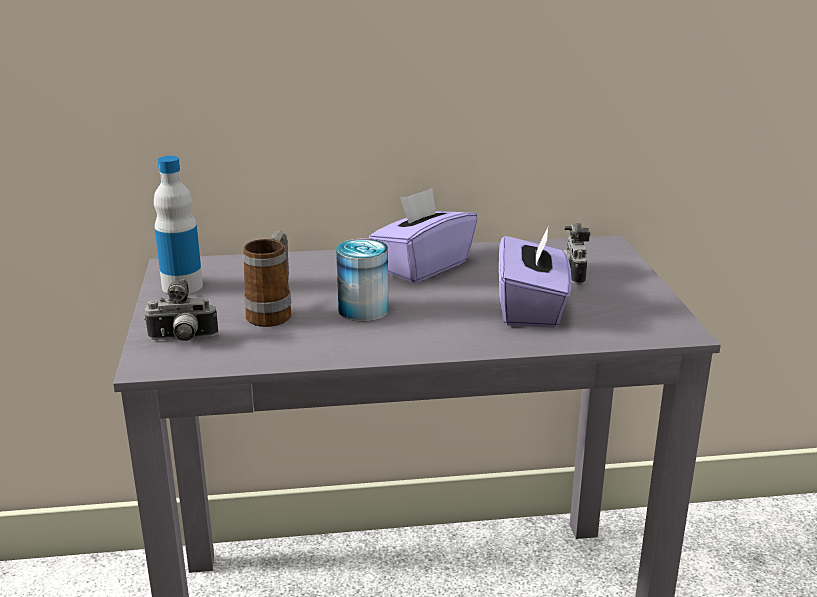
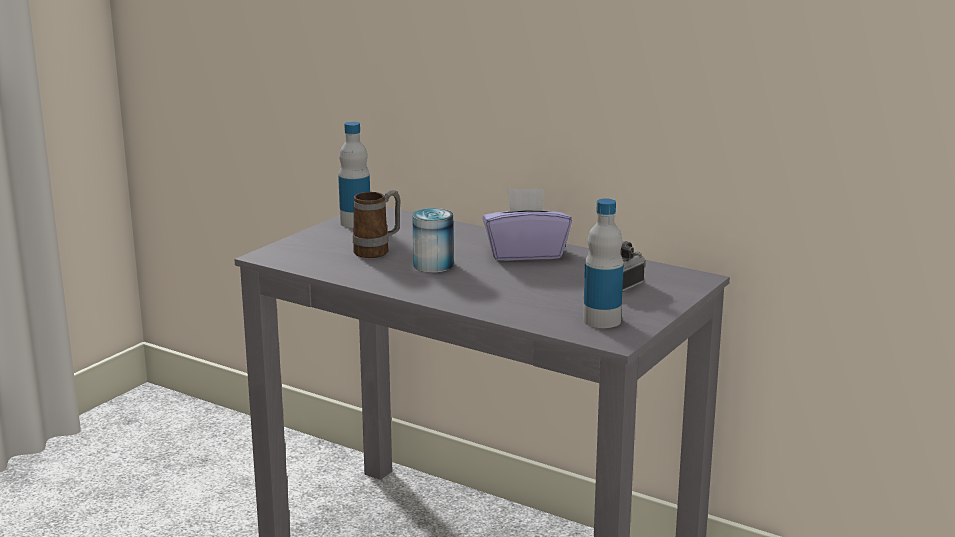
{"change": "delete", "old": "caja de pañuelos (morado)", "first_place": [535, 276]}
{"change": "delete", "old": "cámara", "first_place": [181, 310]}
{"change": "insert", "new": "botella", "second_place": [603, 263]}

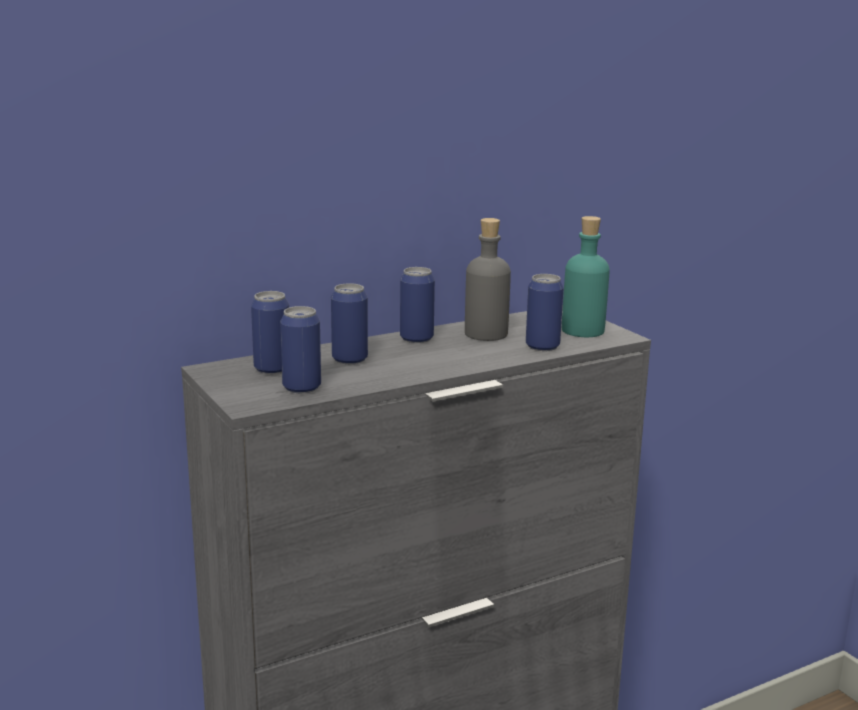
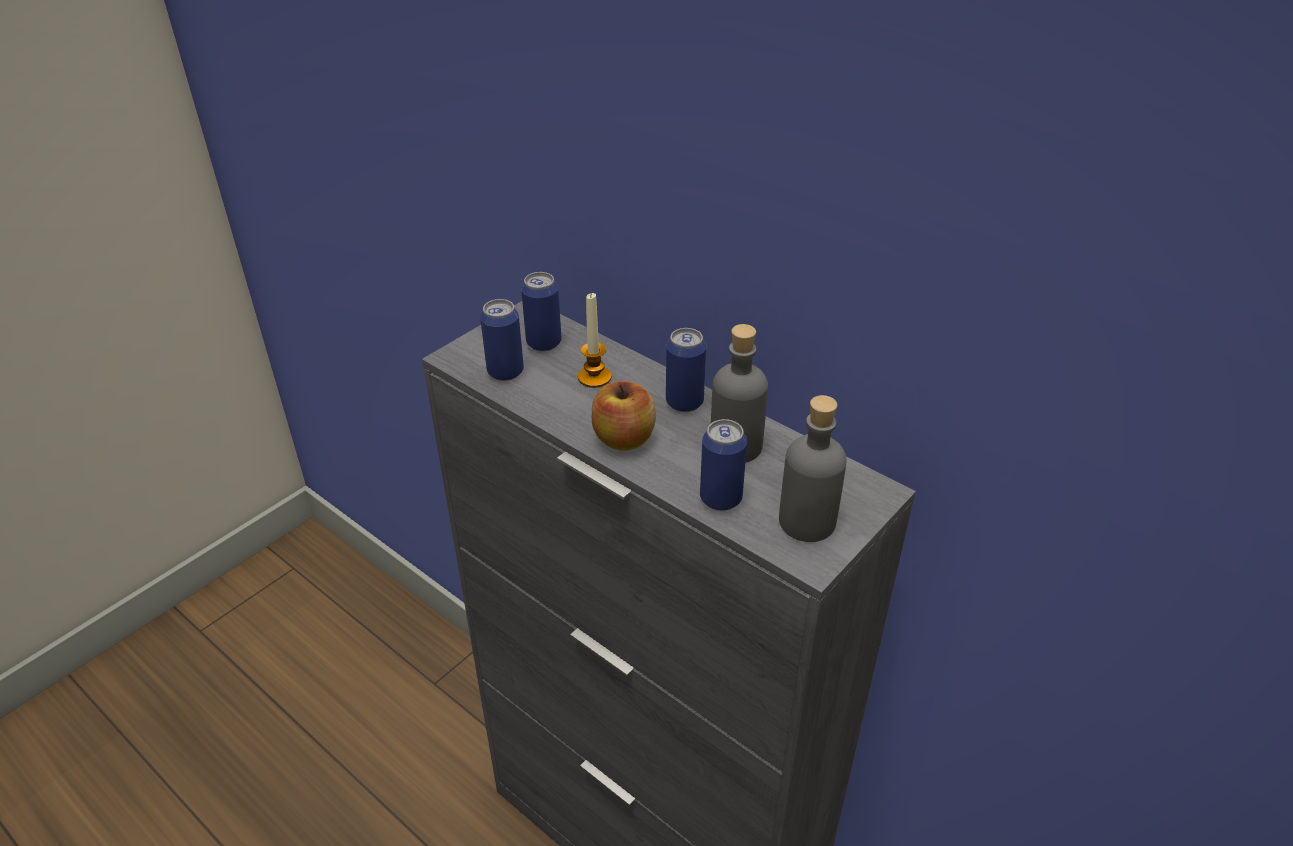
{"change": "recolor", "old": "botella (turquesa)", "new": "botella (gris)", "first_place": [586, 276], "second_place": [813, 468]}
{"change": "replace", "old": "lata", "new": "vela", "first_place": [349, 323], "second_place": [594, 340]}
{"change": "insert", "new": "manzana", "second_place": [624, 416]}

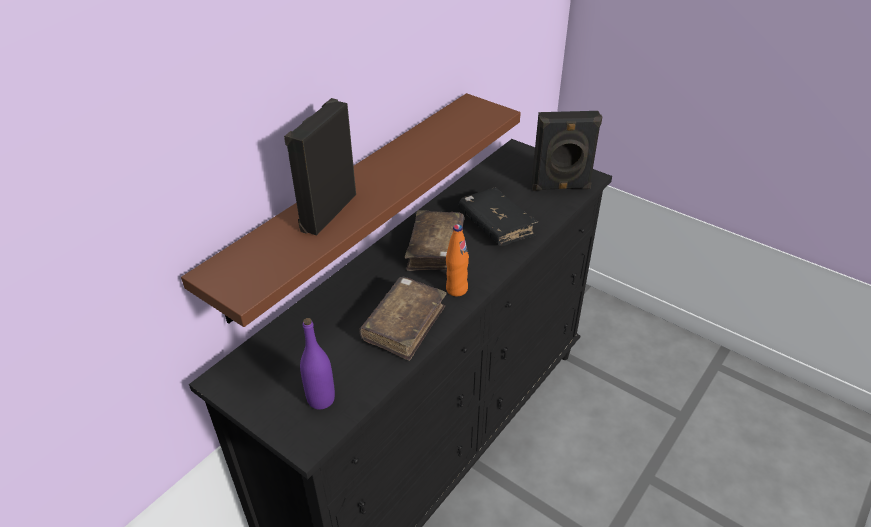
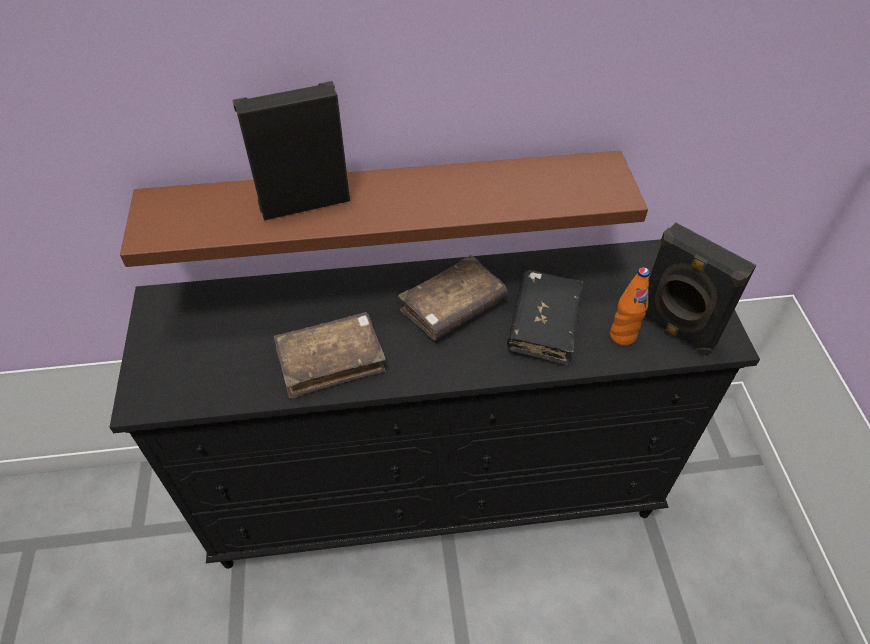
{"change": "move", "old": "botella (naranja)", "first_place": [457, 260], "second_place": [630, 306]}
{"change": "delete", "old": "botella (morado)", "first_place": [317, 363]}

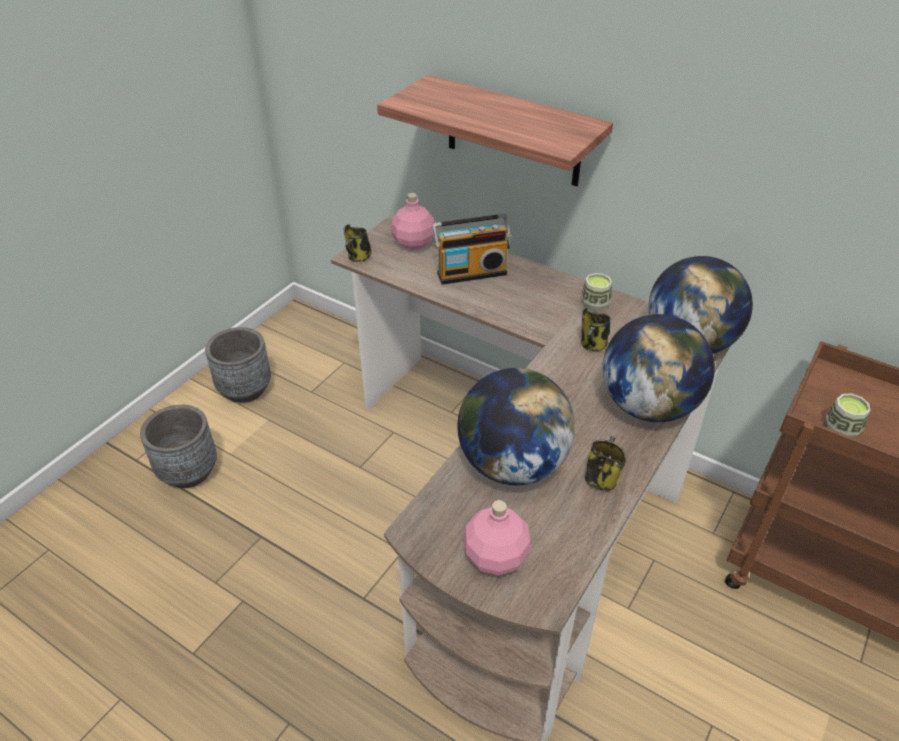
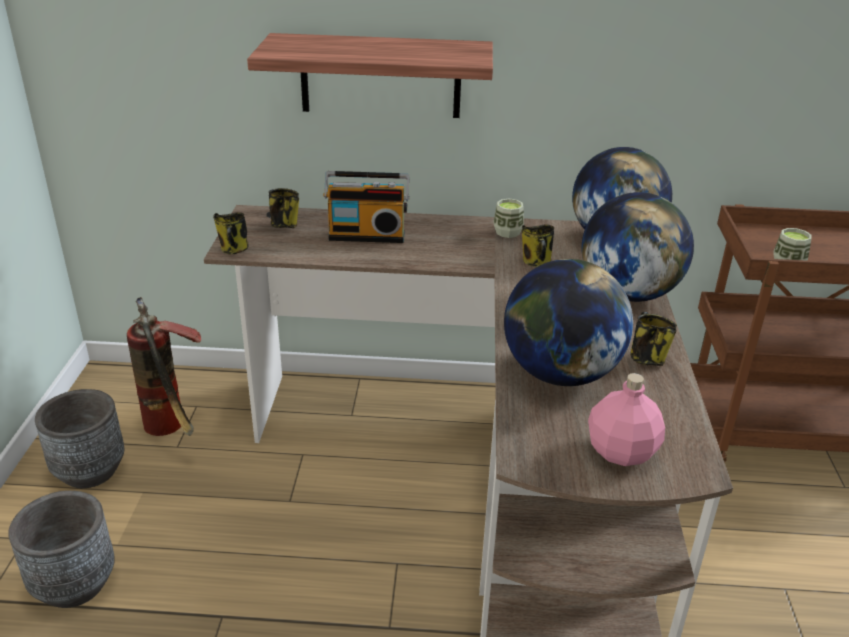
{"change": "replace", "old": "botella (rosa)", "new": "taza grande", "first_place": [413, 221], "second_place": [284, 208]}
{"change": "rotate", "old": "radio", "first_place": [471, 249], "second_place": [366, 207], "degrees": 45}
{"change": "insert", "new": "extintor", "second_place": [164, 366]}

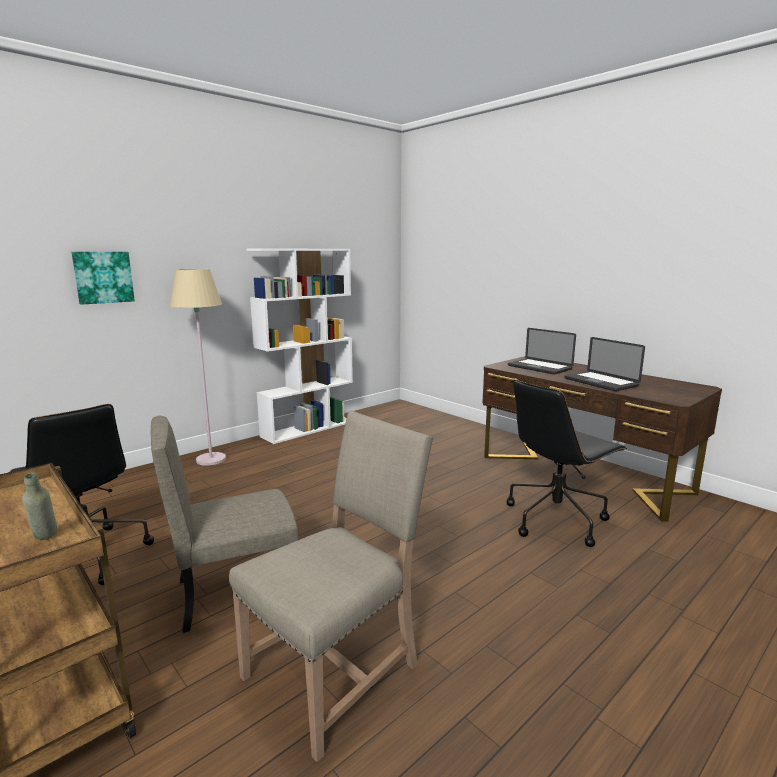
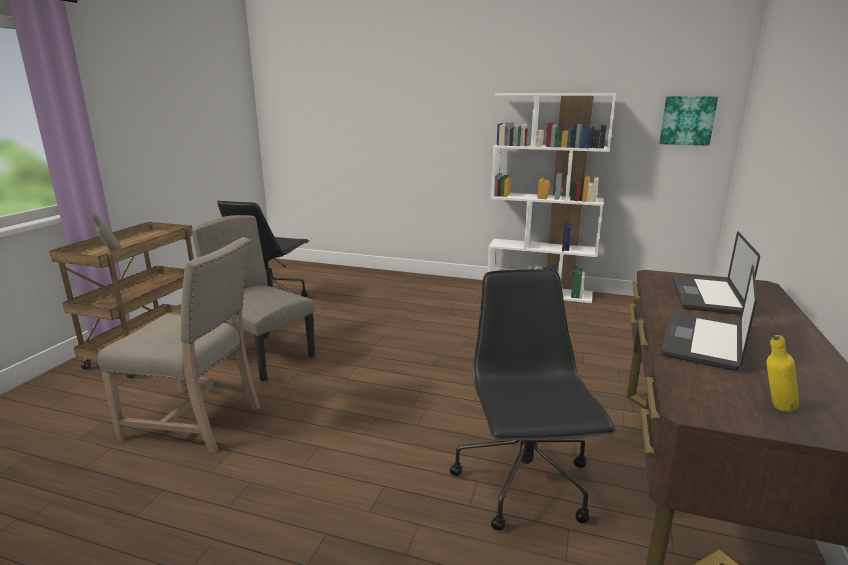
{"change": "move", "old": "cuadro", "first_place": [103, 278], "second_place": [688, 121]}
{"change": "delete", "old": "lámpara de pie (beis)", "first_place": [198, 367]}
{"change": "rotate", "old": "silla de oficina (negro)", "first_place": [567, 463], "second_place": [533, 400], "degrees": 60}
{"change": "insert", "new": "botella (amarillo)", "second_place": [782, 373]}

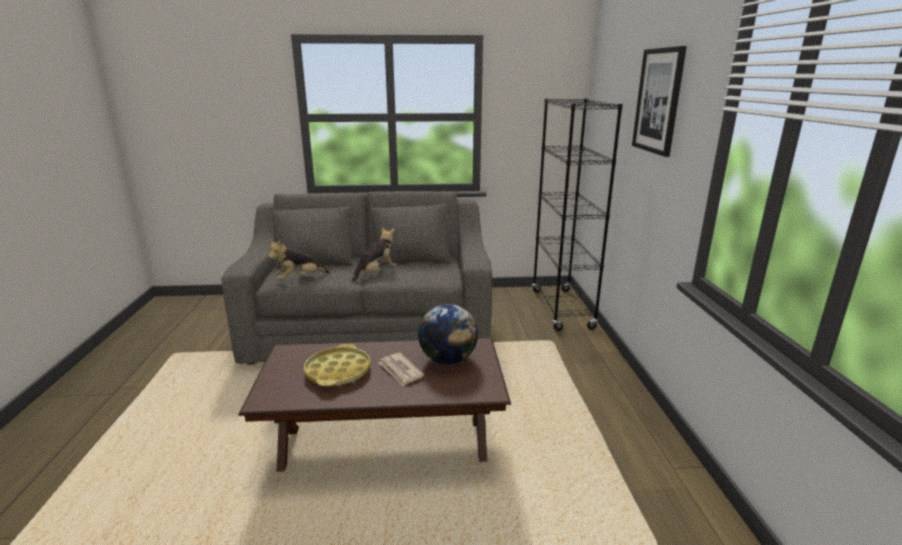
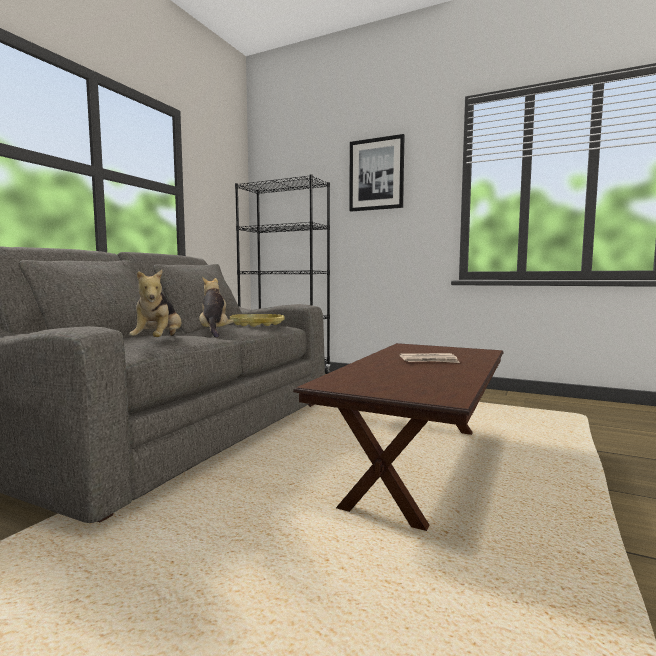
{"change": "delete", "old": "globo terráqueo", "first_place": [448, 334]}
{"change": "move", "old": "bandeja (amarillo)", "first_place": [337, 365], "second_place": [257, 320]}

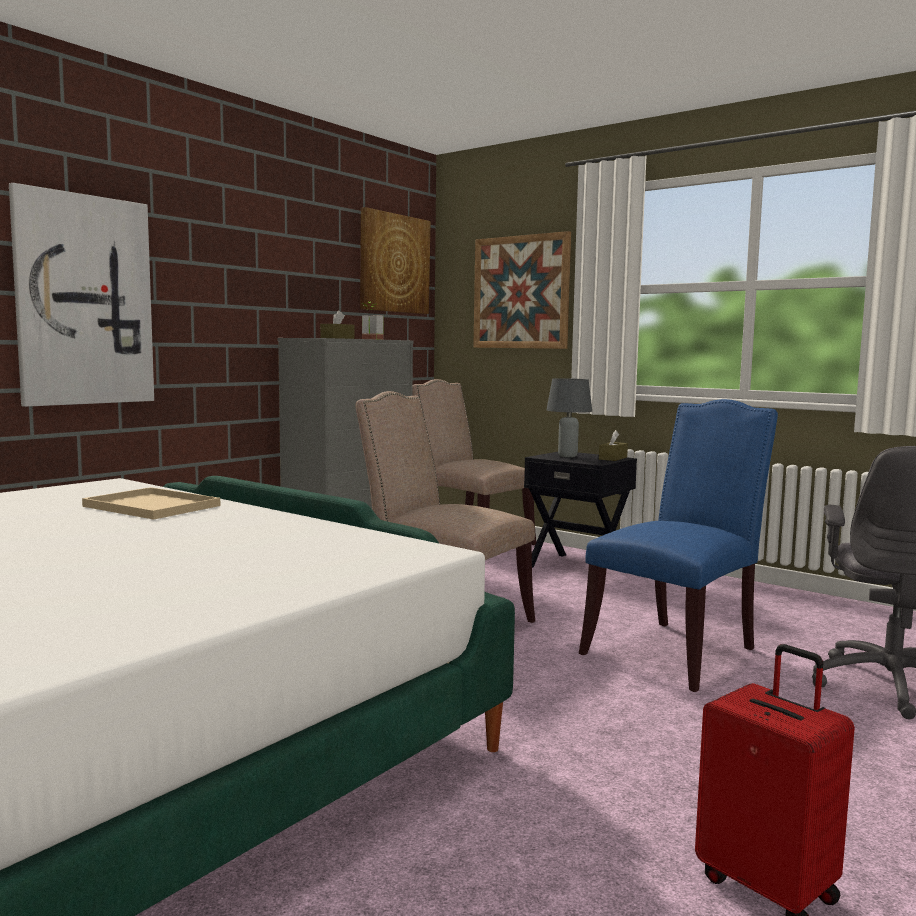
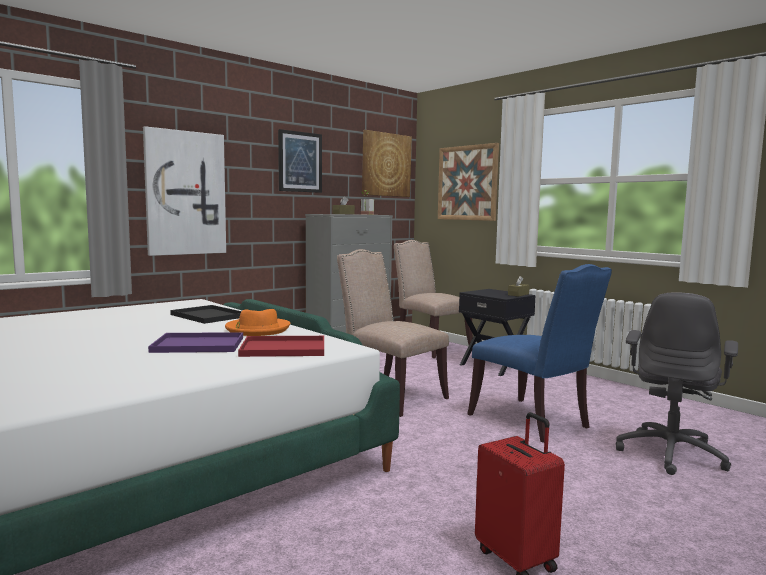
{"change": "delete", "old": "lámpara de mesa (gris)", "first_place": [569, 418]}
{"change": "rotate", "old": "silla (azul)", "first_place": [678, 545], "second_place": [539, 353], "degrees": 90}
{"change": "recolor", "old": "bandeja (beis)", "new": "bandeja (negro)", "first_place": [151, 503], "second_place": [206, 314]}
{"change": "insert", "new": "cuadro", "second_place": [300, 161]}
{"change": "insert", "new": "sombrero (naranja)", "second_place": [257, 322]}
{"change": "insert", "new": "bandeja (morado)", "second_place": [195, 342]}
{"change": "insert", "new": "bandeja (rojo)", "second_place": [281, 346]}

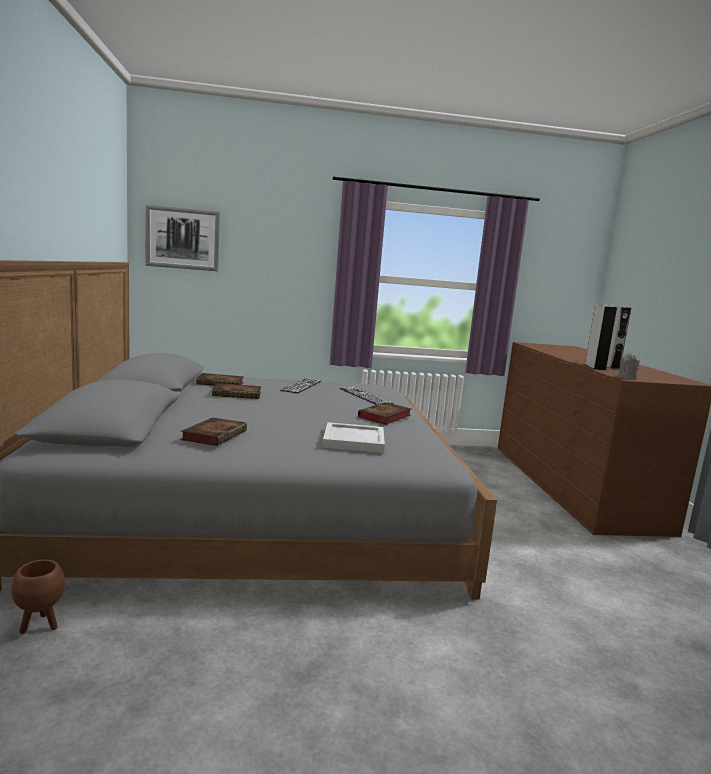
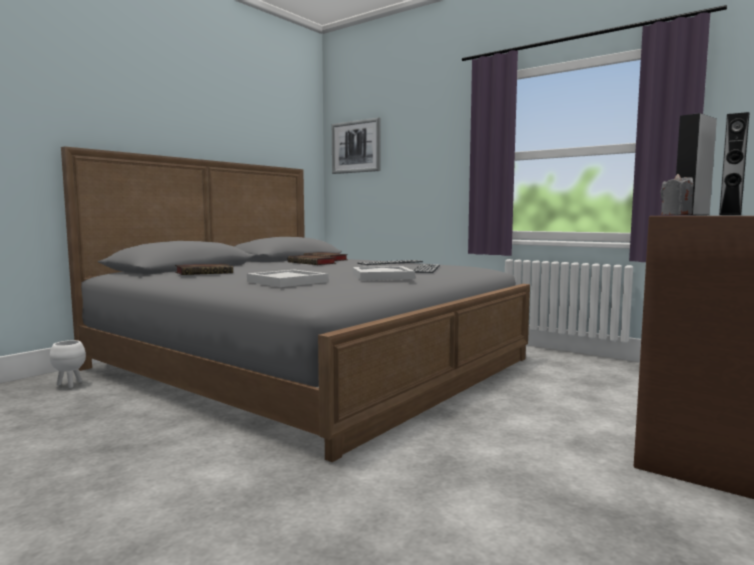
{"change": "replace", "old": "libro", "new": "bandeja (blanco)", "first_place": [384, 413], "second_place": [384, 273]}
{"change": "recolor", "old": "maceta (marrón)", "new": "maceta (blanco)", "first_place": [38, 596], "second_place": [68, 364]}

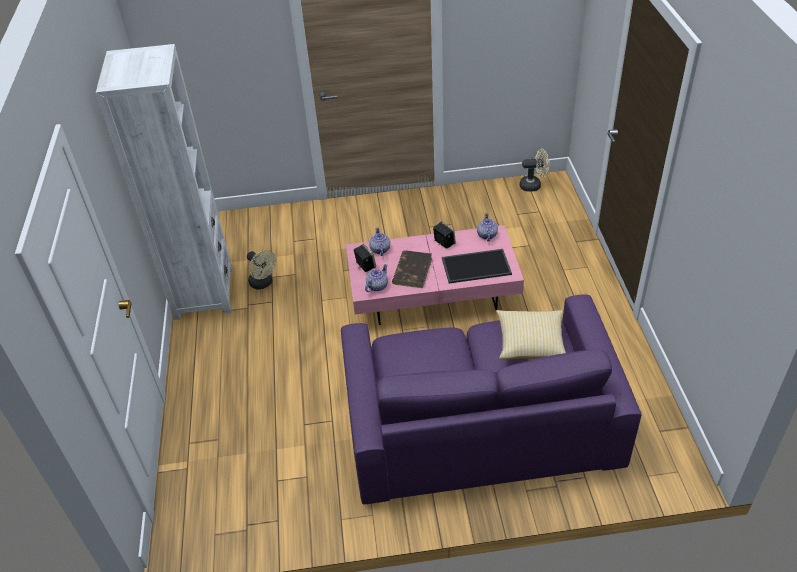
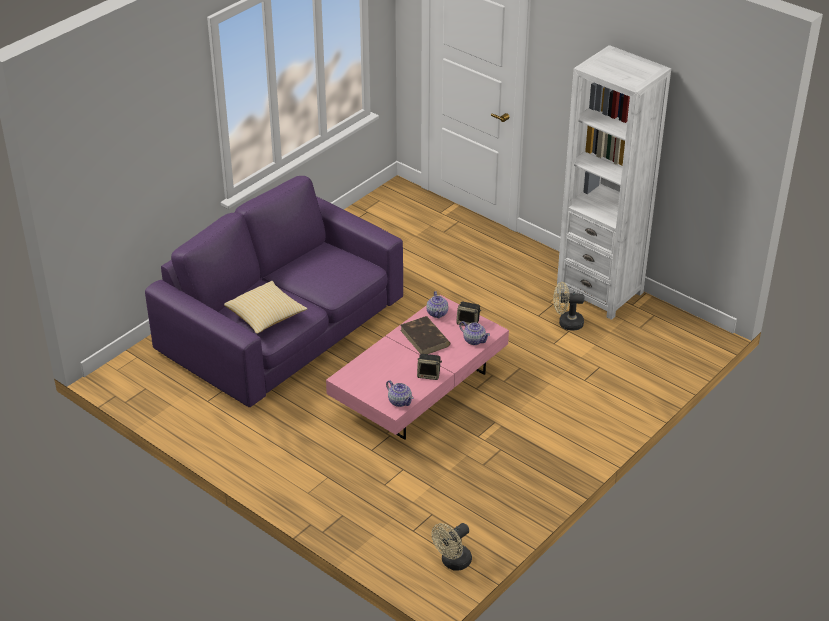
{"change": "delete", "old": "bandeja", "first_place": [477, 266]}

